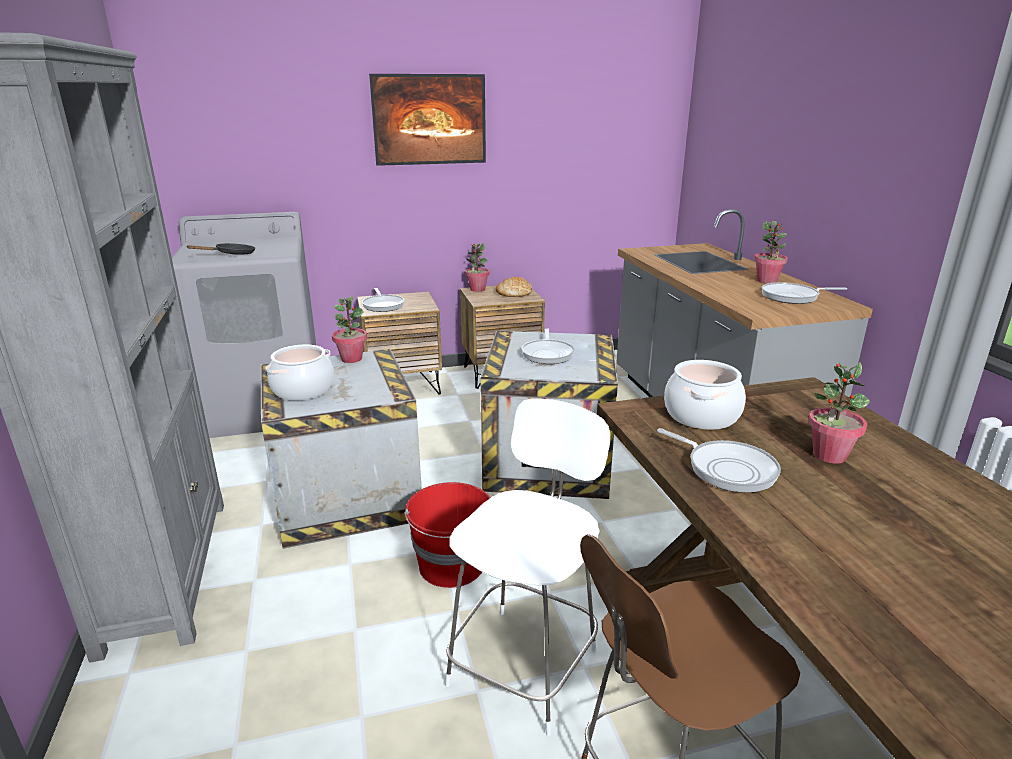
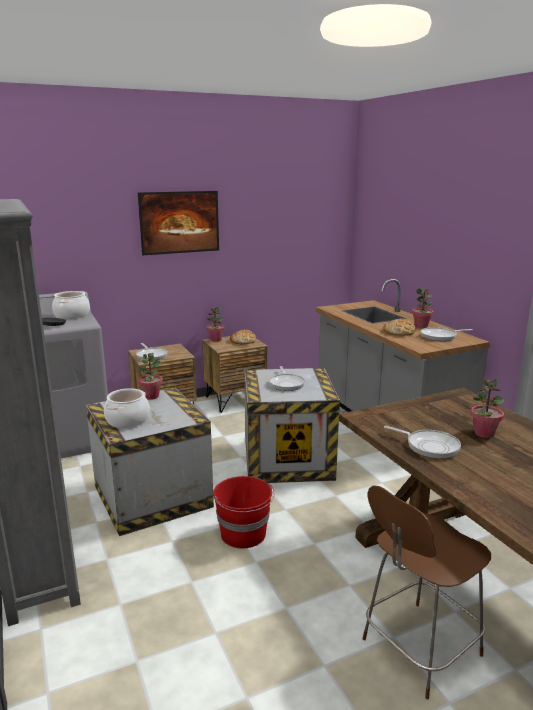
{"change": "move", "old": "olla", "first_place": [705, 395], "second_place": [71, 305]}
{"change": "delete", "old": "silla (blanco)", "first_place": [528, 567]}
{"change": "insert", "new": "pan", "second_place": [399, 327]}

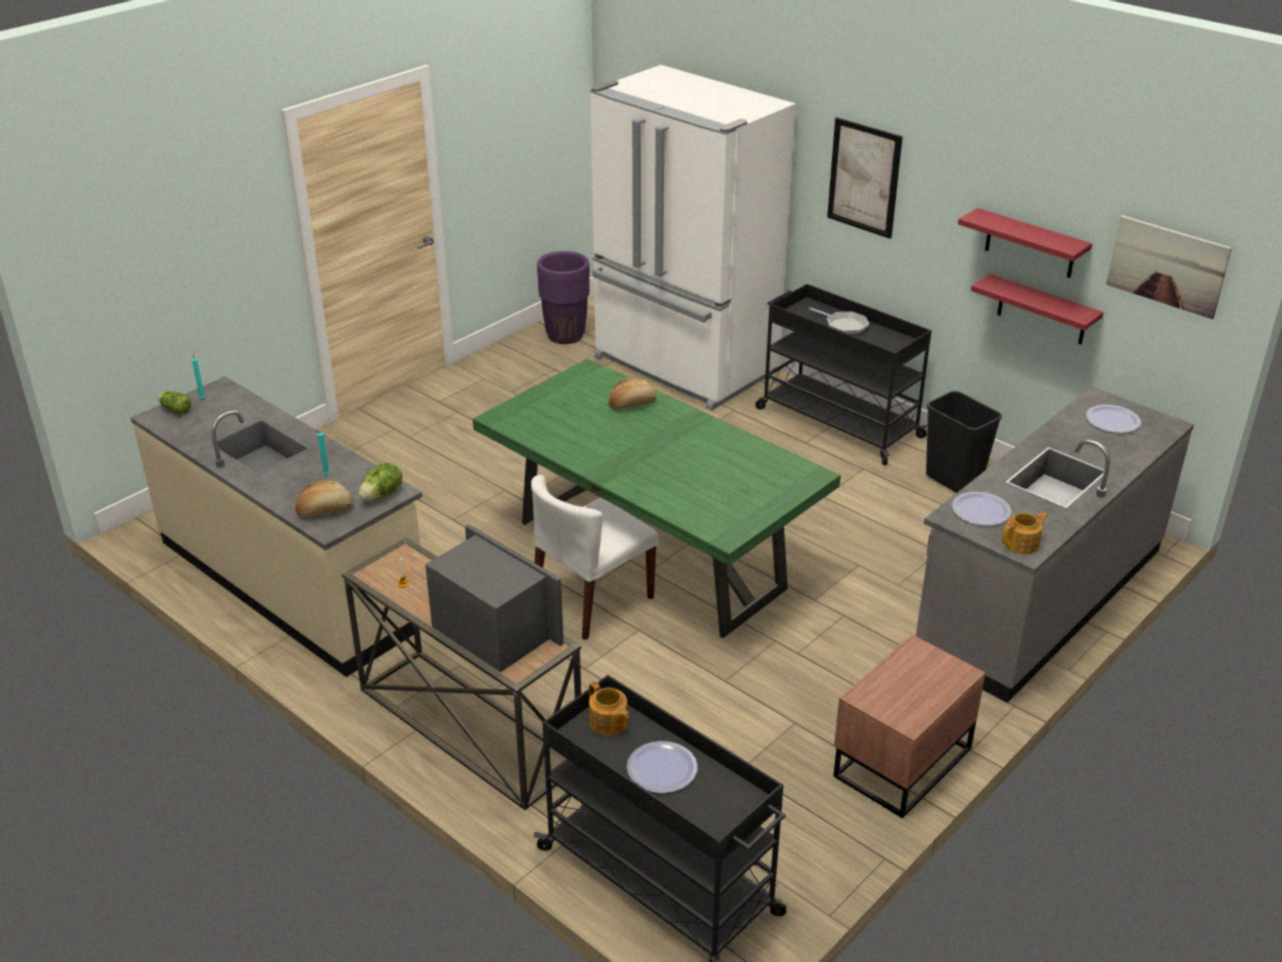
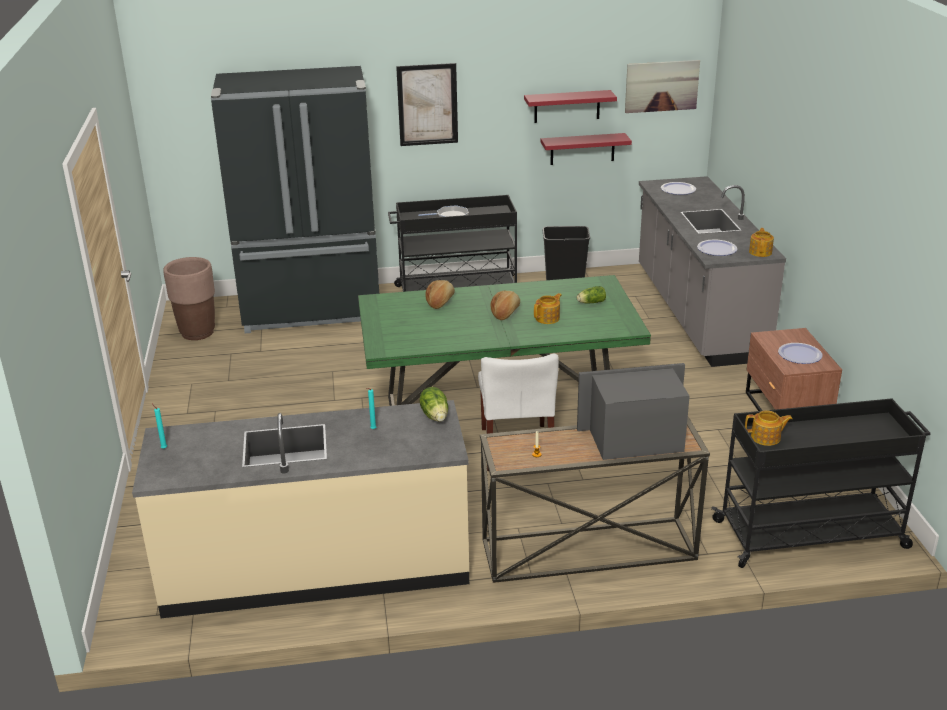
{"change": "recolor", "old": "nevera (blanco)", "new": "nevera (negro)", "first_place": [693, 237], "second_place": [295, 199]}
{"change": "recolor", "old": "maceta (morado)", "new": "maceta (marrón)", "first_place": [563, 297], "second_place": [189, 298]}
{"change": "move", "old": "lechuga", "first_place": [174, 403], "second_place": [591, 295]}
{"change": "move", "old": "pan", "first_place": [324, 498], "second_place": [505, 305]}
{"change": "move", "old": "plato", "first_place": [662, 767], "second_place": [800, 353]}
{"change": "insert", "new": "tetera", "second_place": [548, 308]}

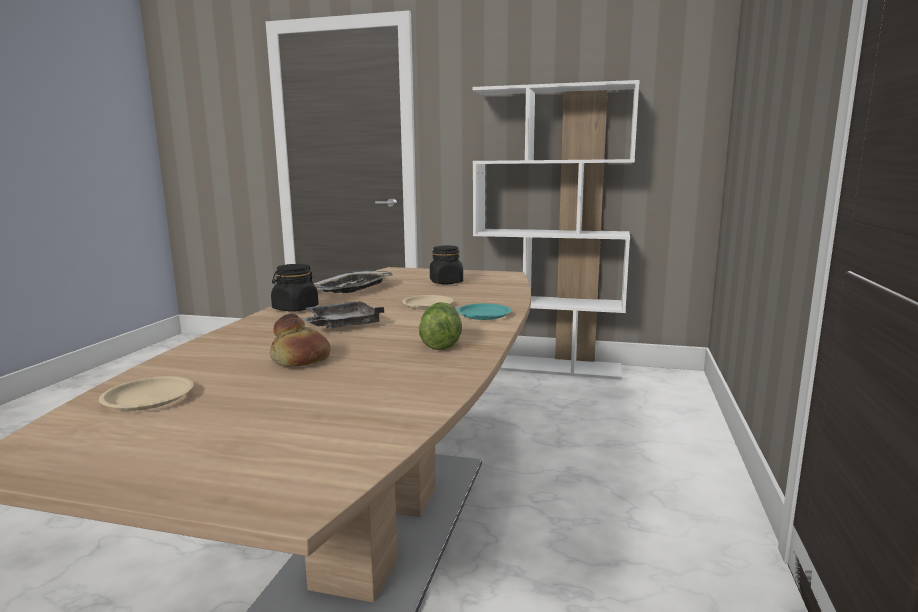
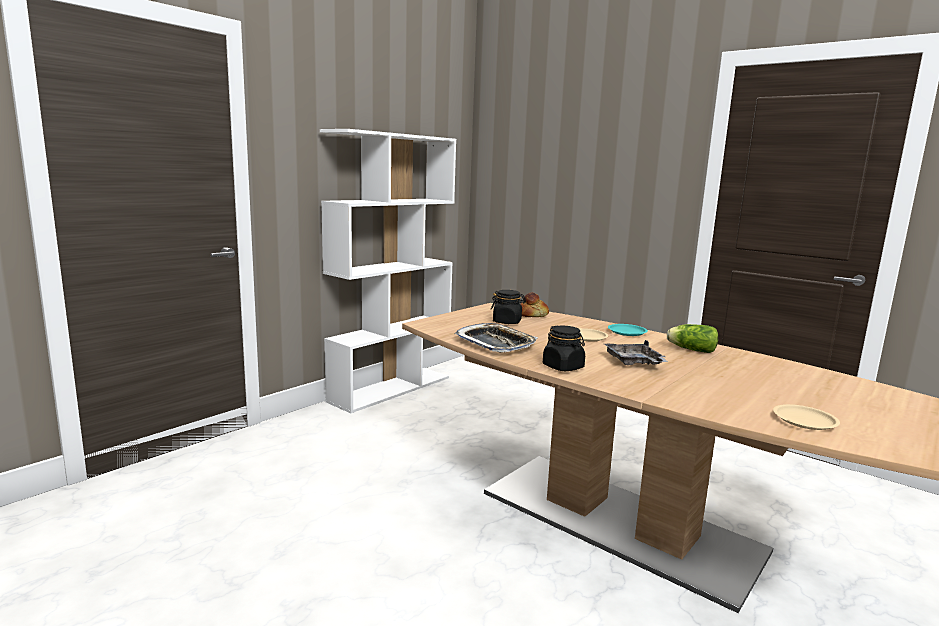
{"change": "move", "old": "pan", "first_place": [300, 340], "second_place": [535, 304]}

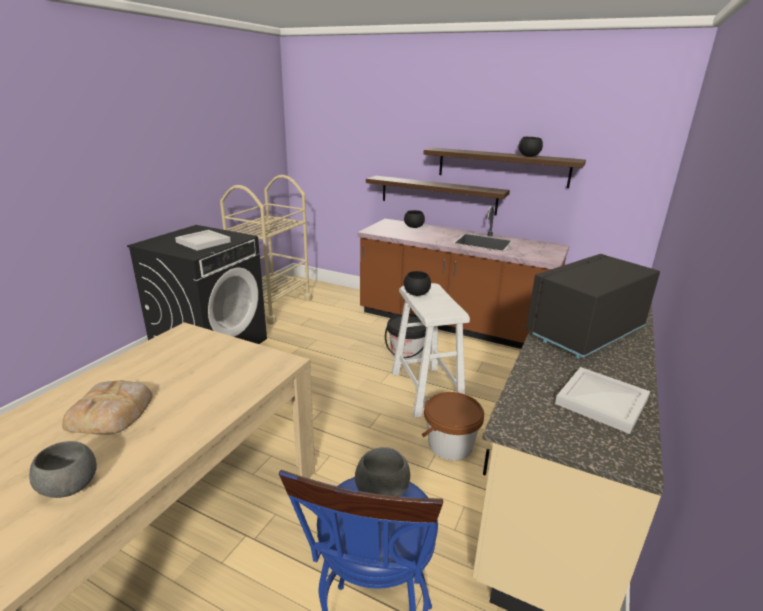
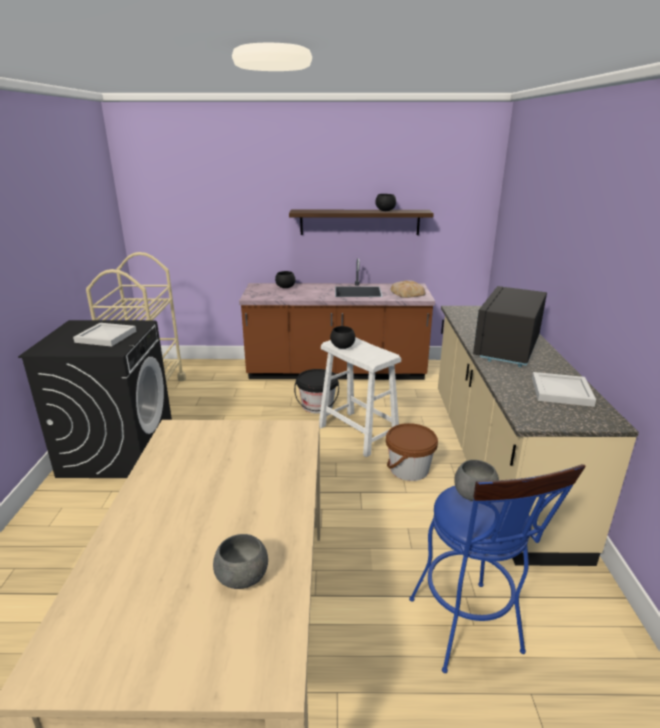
{"change": "delete", "old": "estante", "first_place": [438, 195]}
{"change": "move", "old": "pan", "first_place": [107, 407], "second_place": [408, 289]}

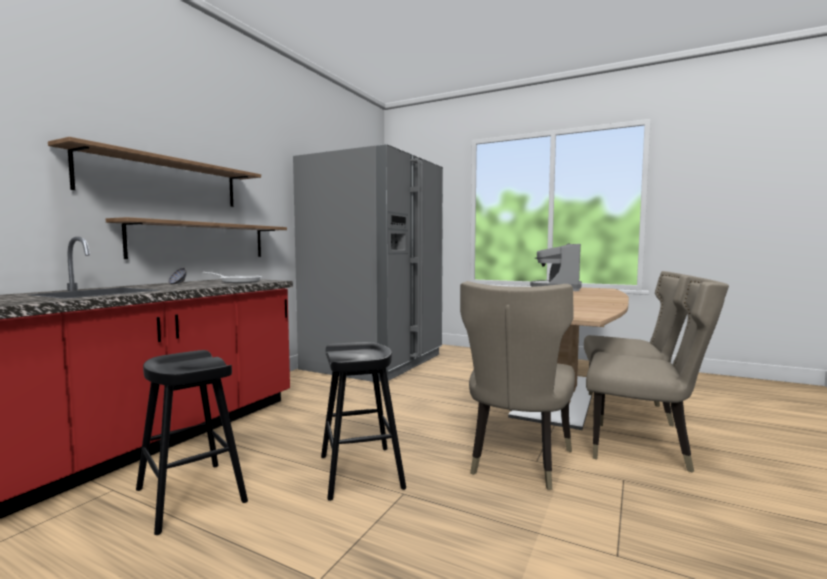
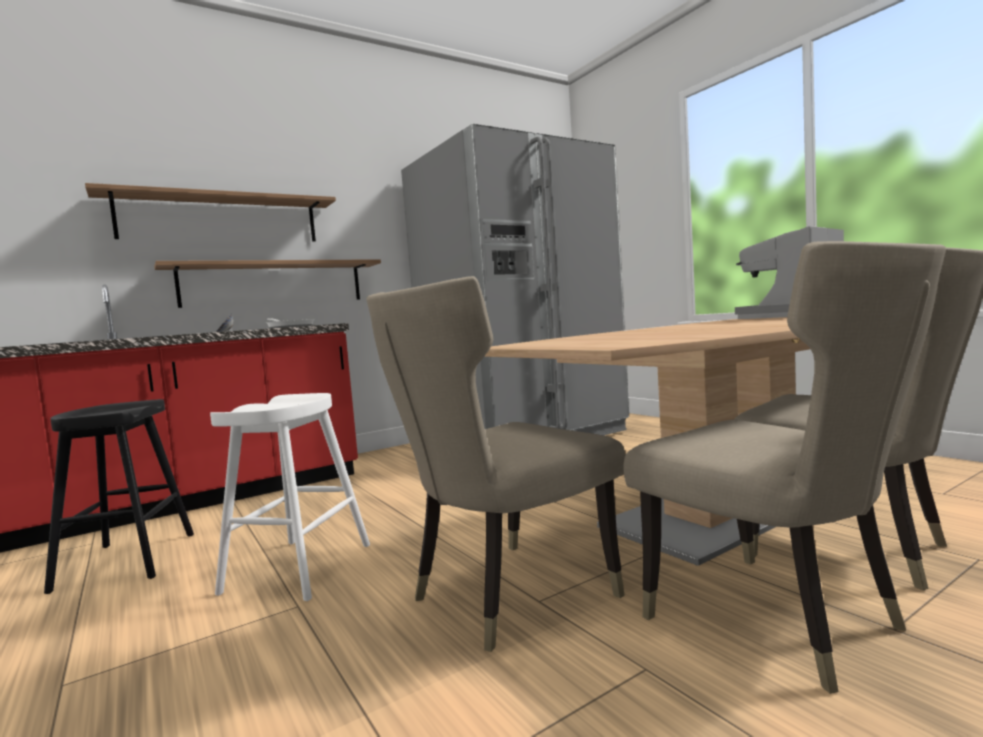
{"change": "recolor", "old": "taburete (negro)", "new": "taburete (blanco)", "first_place": [363, 421], "second_place": [290, 497]}

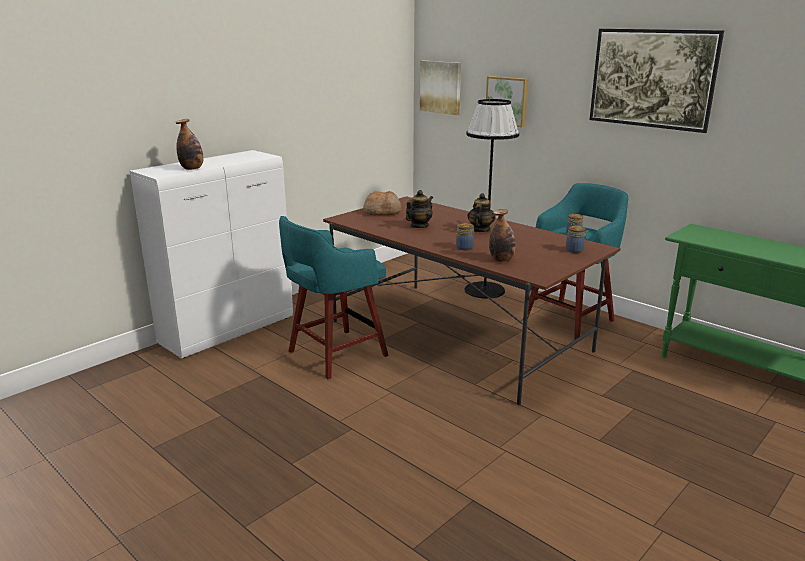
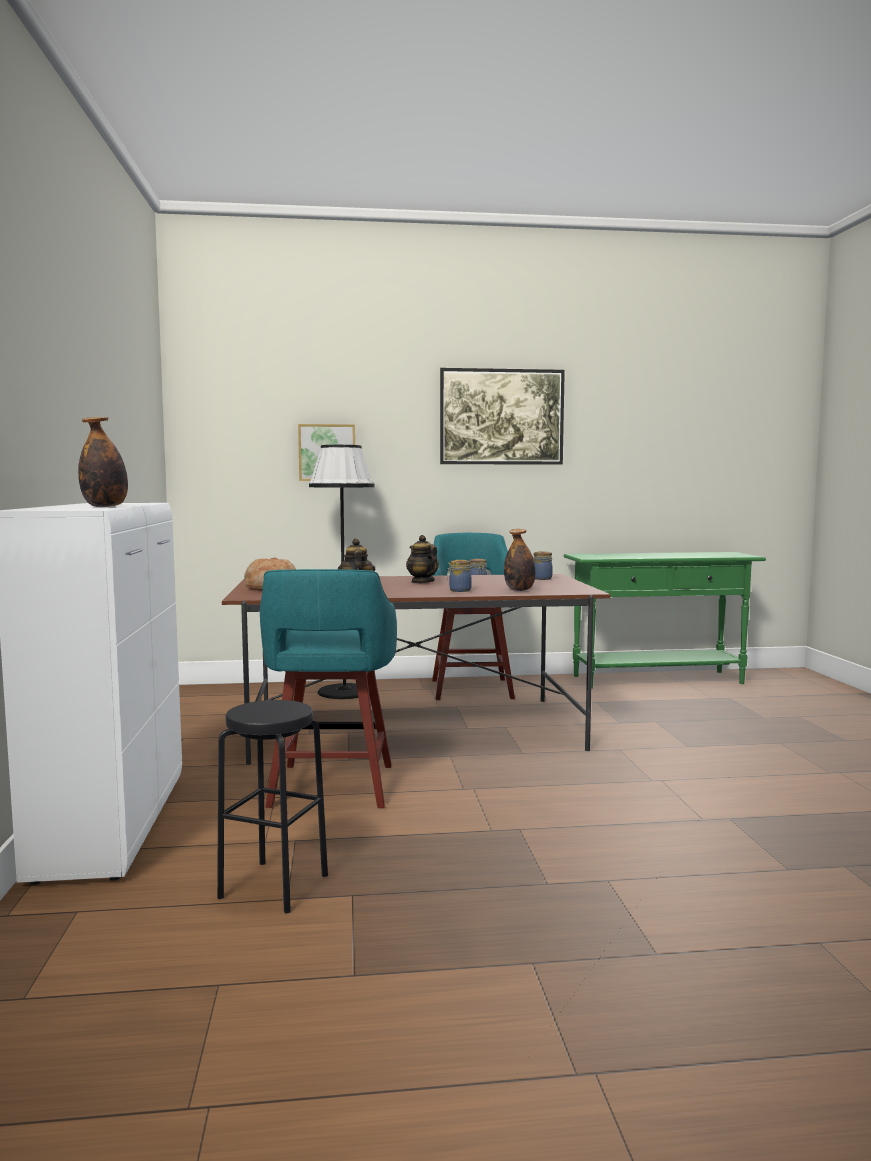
{"change": "delete", "old": "cuadro", "first_place": [440, 88]}
{"change": "insert", "new": "taburete (negro)", "second_place": [272, 807]}

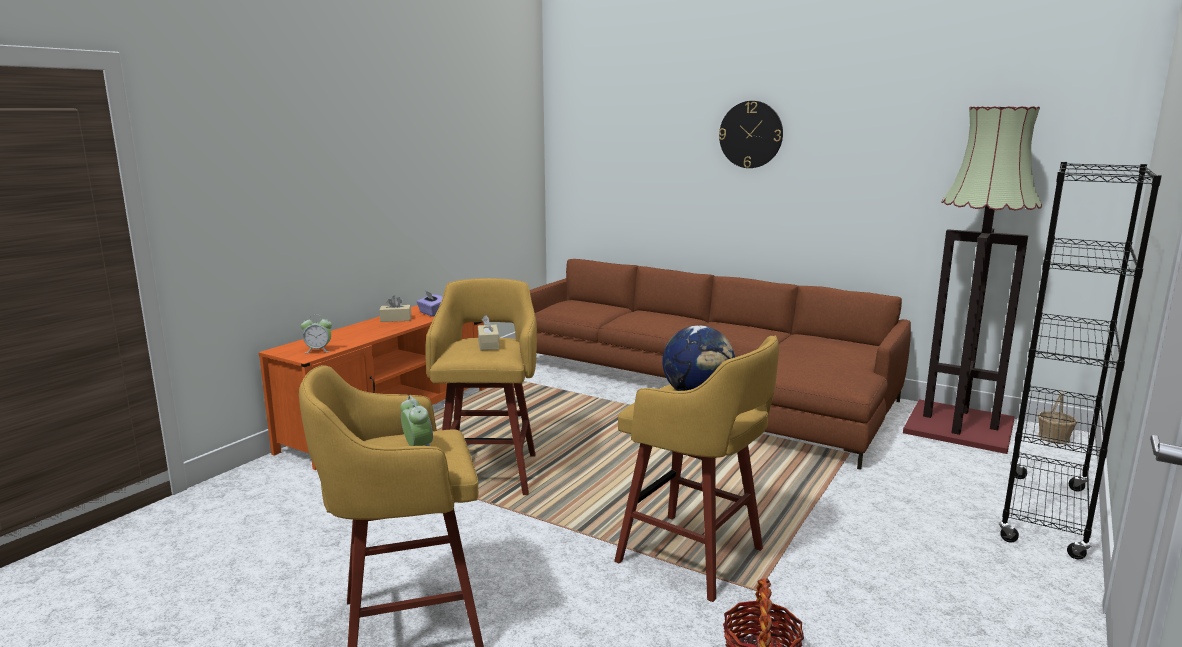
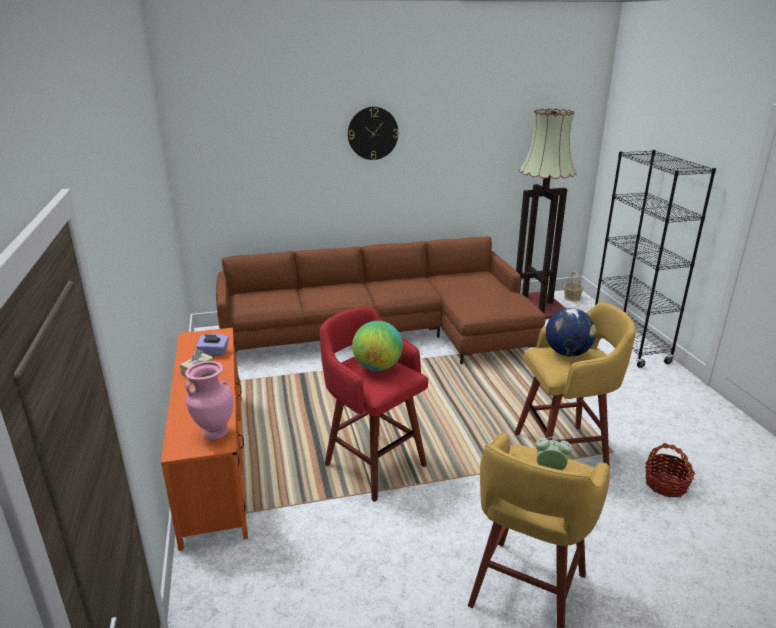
{"change": "recolor", "old": "taburete (amarillo)", "new": "taburete (rojo)", "first_place": [481, 386], "second_place": [373, 404]}
{"change": "replace", "old": "caja de pañuelos (beis)", "new": "globo terráqueo", "first_place": [489, 333], "second_place": [377, 346]}
{"change": "replace", "old": "despertador", "new": "florero (rosa)", "first_place": [316, 336], "second_place": [209, 400]}

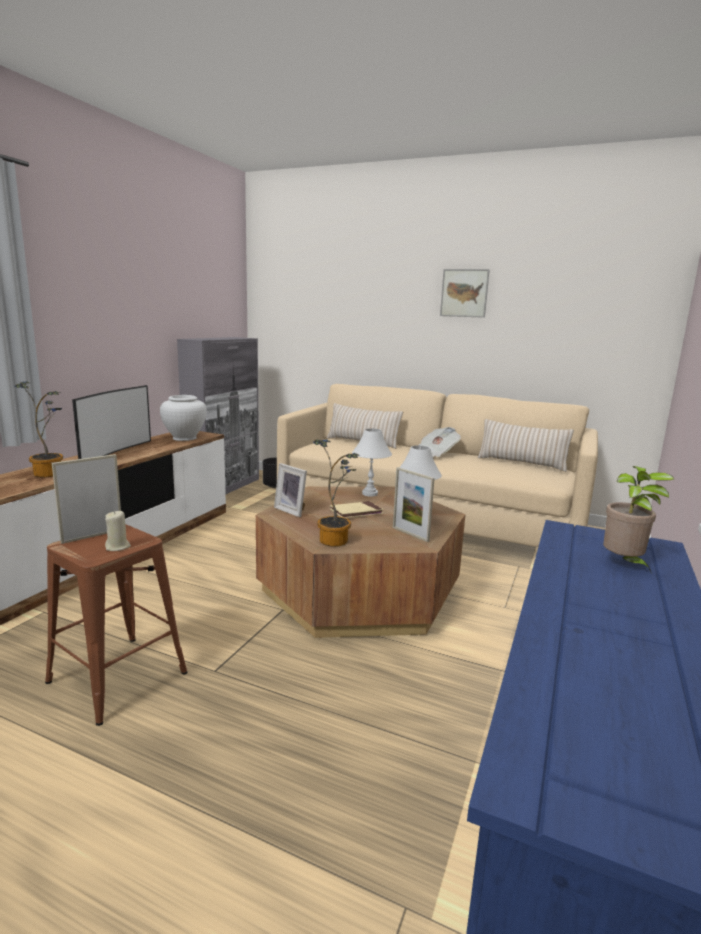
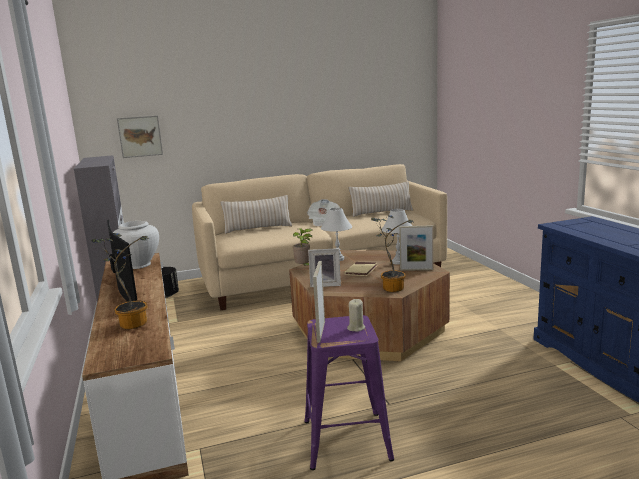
{"change": "move", "old": "cuadro", "first_place": [465, 293], "second_place": [140, 137]}
{"change": "move", "old": "planta en maceta", "first_place": [638, 520], "second_place": [303, 247]}
{"change": "recolor", "old": "taburete (marrón)", "new": "taburete (morado)", "first_place": [116, 625], "second_place": [349, 392]}

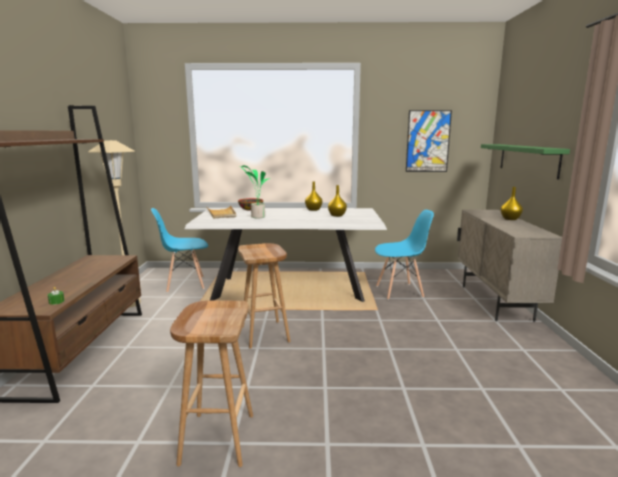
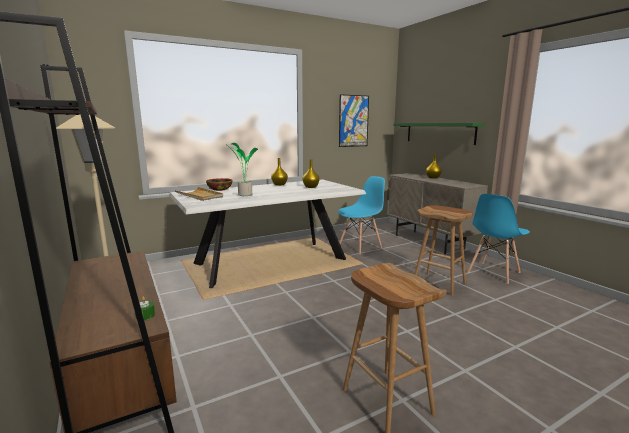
{"change": "move", "old": "silla (azul)", "first_place": [179, 250], "second_place": [498, 239]}
{"change": "move", "old": "taburete (marrón)", "first_place": [264, 295], "second_place": [444, 250]}

